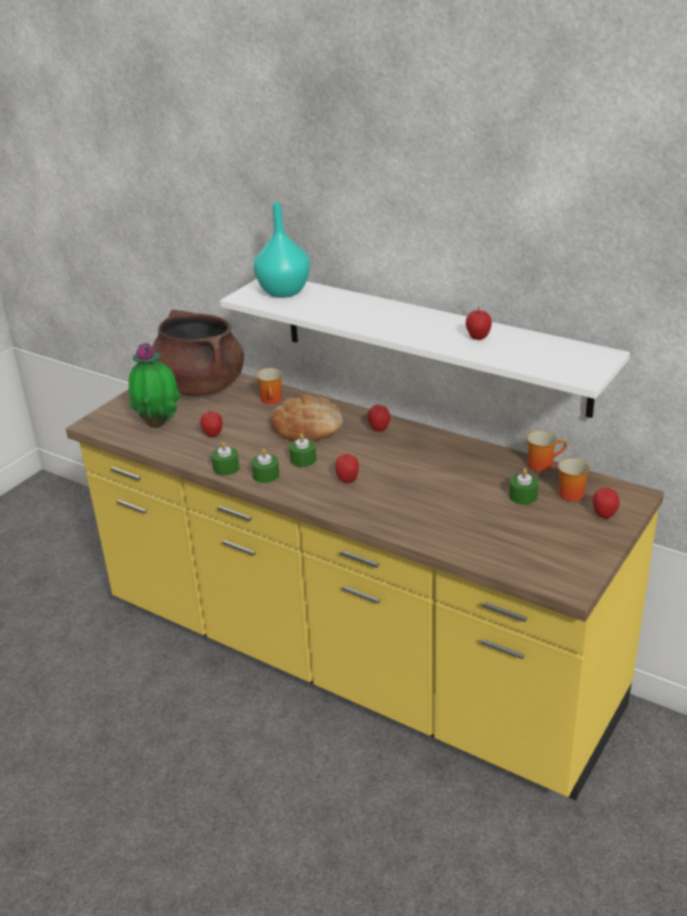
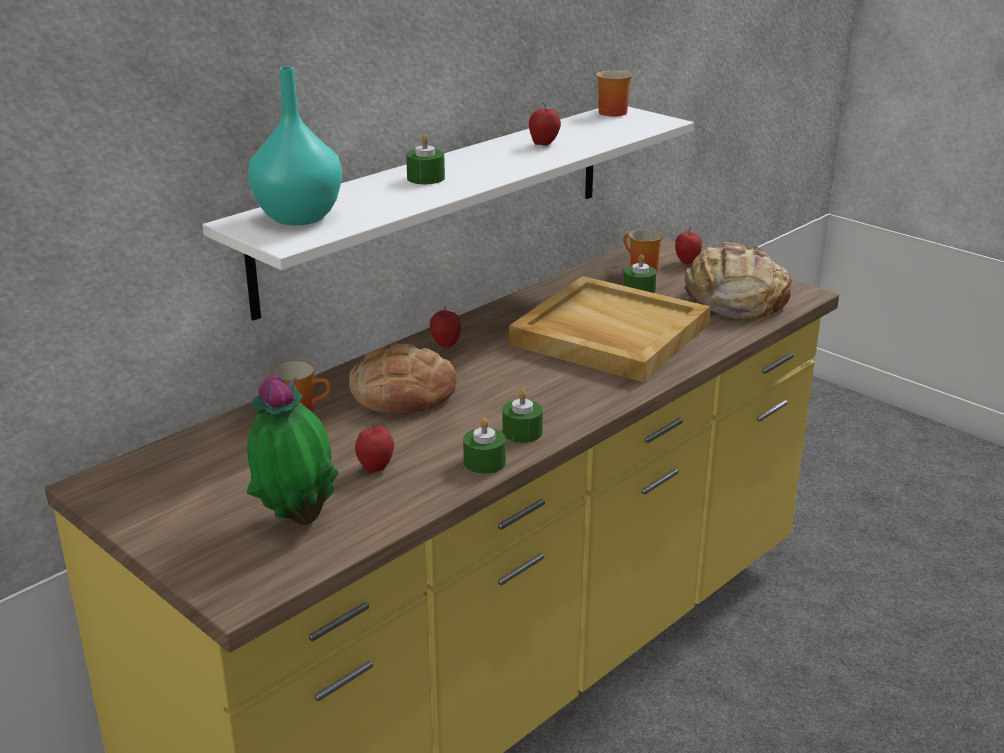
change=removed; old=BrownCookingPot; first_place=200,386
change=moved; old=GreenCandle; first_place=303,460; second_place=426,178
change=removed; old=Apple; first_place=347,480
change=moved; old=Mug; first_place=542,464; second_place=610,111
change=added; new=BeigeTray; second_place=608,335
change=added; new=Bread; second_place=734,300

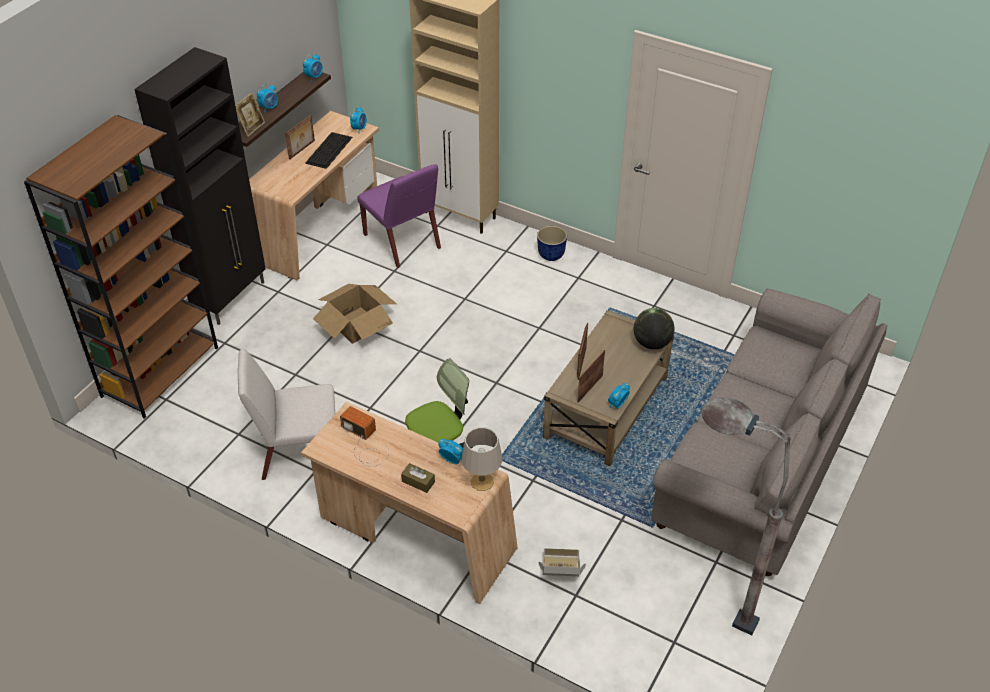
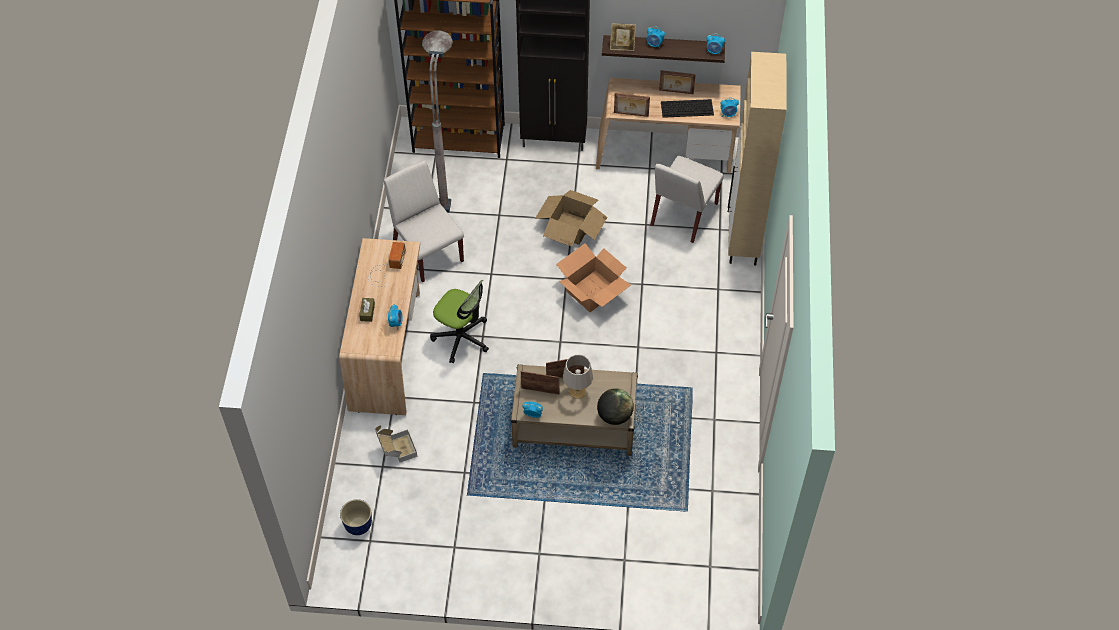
change=recoloured; old=PurpleChair; new=WhiteChair; first_place=402,242; second_place=683,215
change=moved; old=GreyTableLamp; first_place=481,481; second_place=577,390
change=moved; old=Planter; first_place=551,255; second_place=358,526
change=removed; old=GreySofa; first_place=760,461
change=moved; old=GreyFloorLamp; first_place=705,604; second_place=448,184
change=added; new=CardboardBox; second_place=593,291
change=added; new=PictureFrame; second_place=631,115

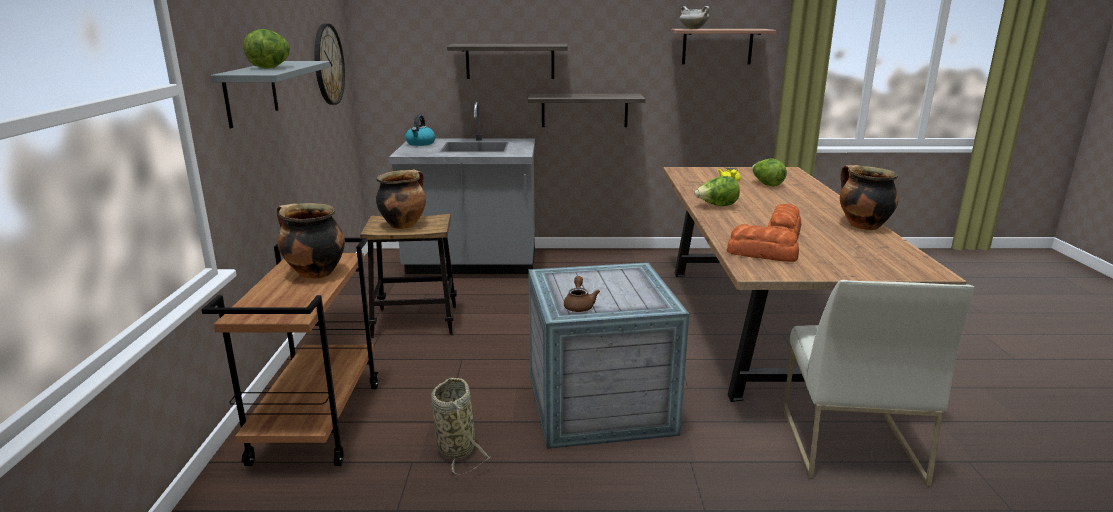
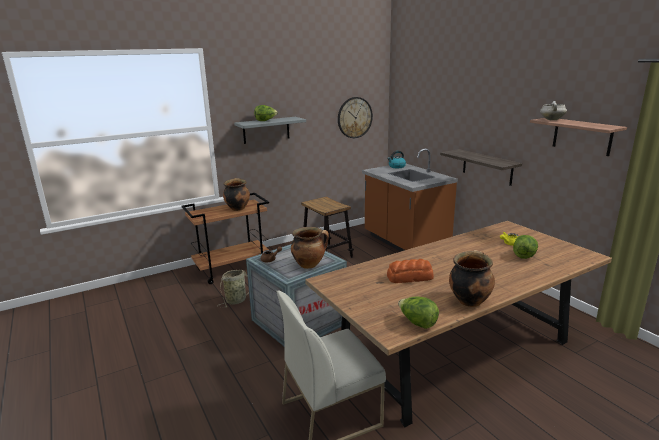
change=moved; old=CookingPot; first_place=403,225; second_place=309,265
change=recoloured; old=GreyCounter; new=BrownCounter; first_place=472,264; second_place=405,243
change=removed; old=Shelf; first_place=510,61
change=moved; old=Lettuce; first_place=717,206; second_place=417,323
change=removed; old=Bread; first_place=762,254

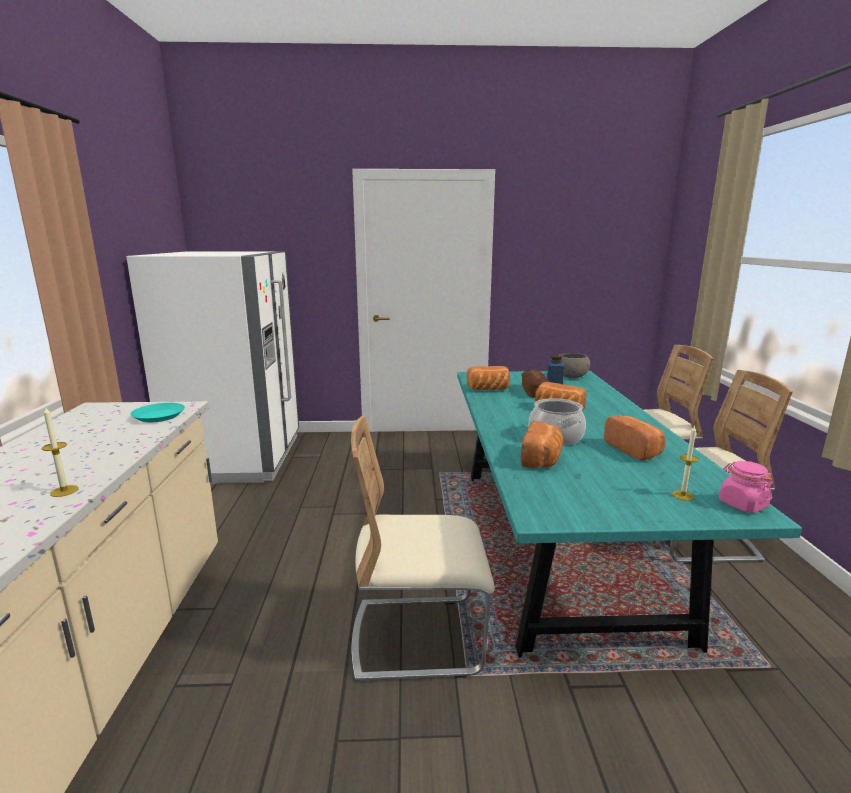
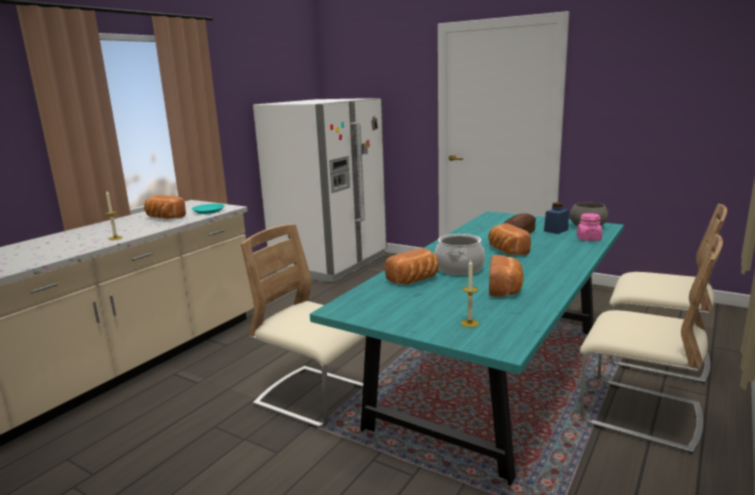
change=moved; old=Bread; first_place=489,389; second_place=164,218
change=moved; old=PinkJar; first_place=742,504; second_place=588,239

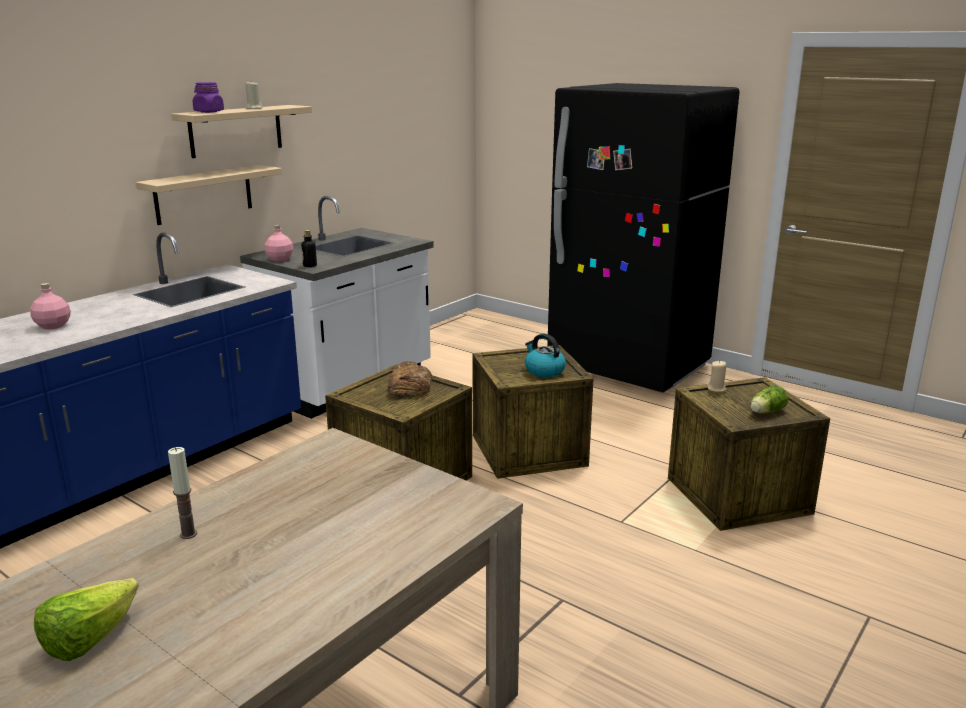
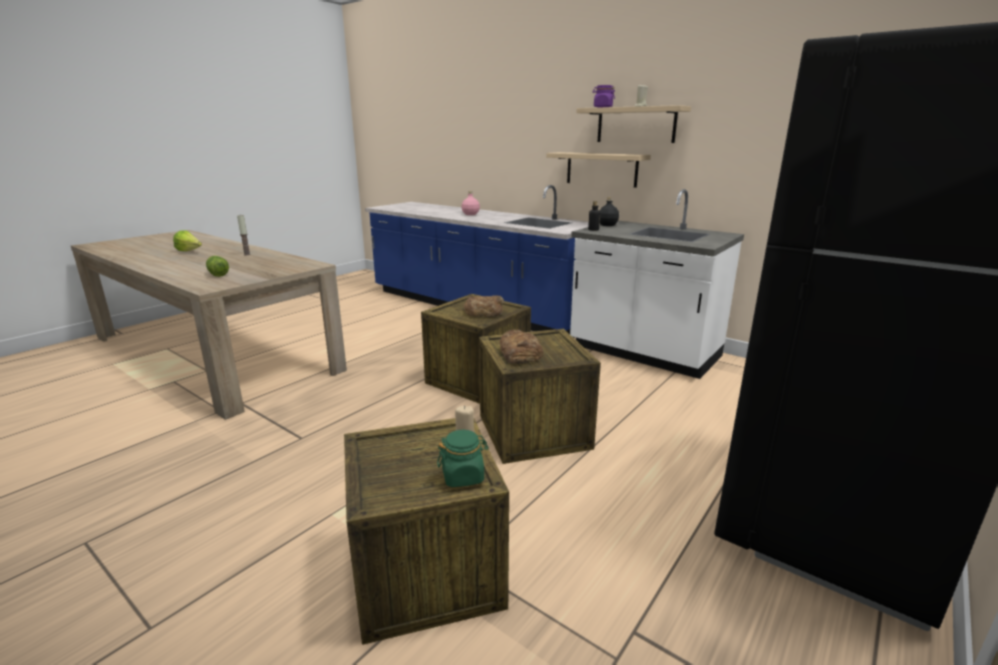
change=recoloured; old=PinkBottle; new=BlackBottle; first_place=280,259; second_place=608,225
change=replaced; old=Kettle; new=Bread; first_place=544,371; second_place=520,353
change=moved; old=Lettuce; first_place=765,412; second_place=218,274
change=added; new=GreenJar; second_place=463,476

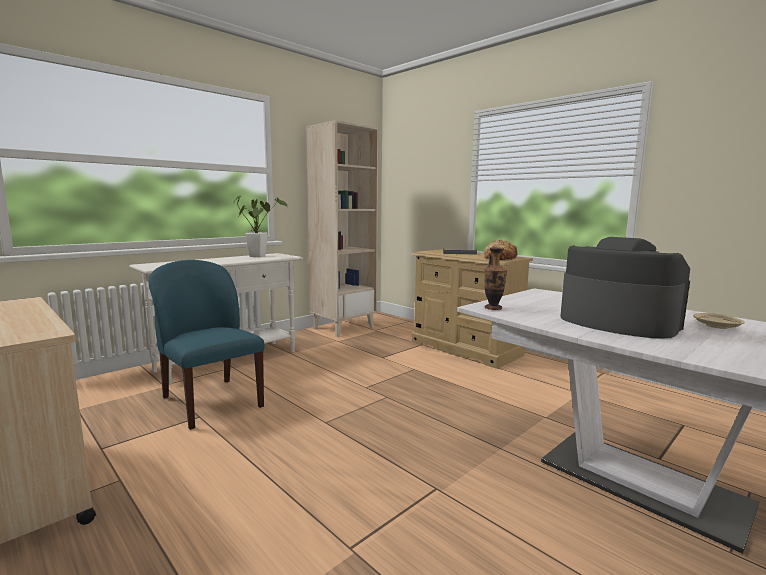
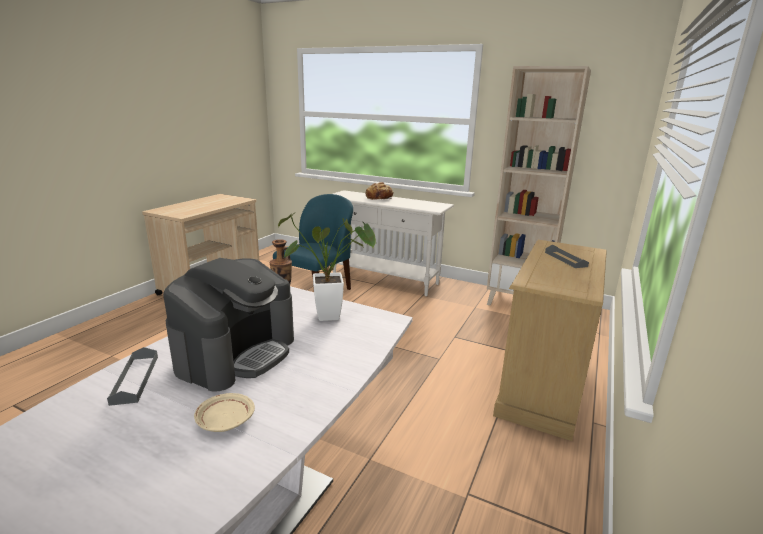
change=moved; old=PottedPlant; first_place=259,256; second_place=335,316
change=moved; old=Bread; first_place=500,258; second_place=379,198
change=added; new=GreyTray; second_place=135,379

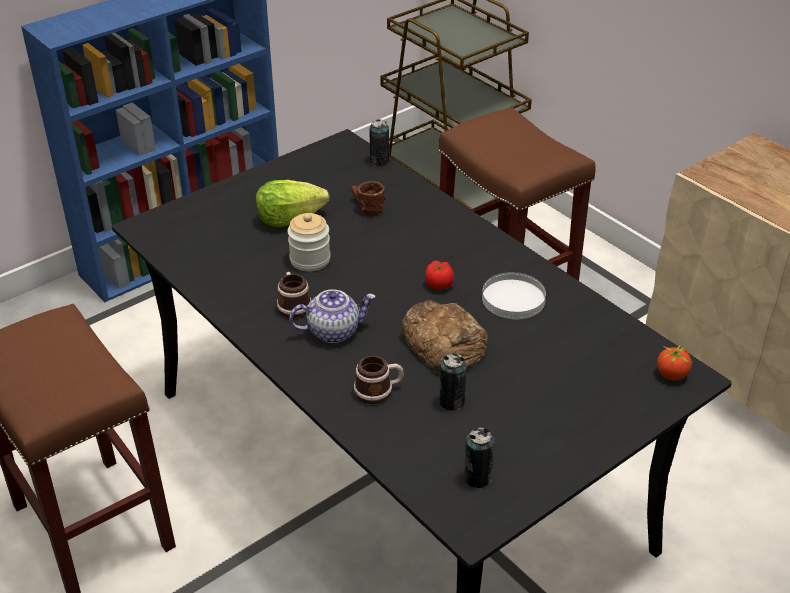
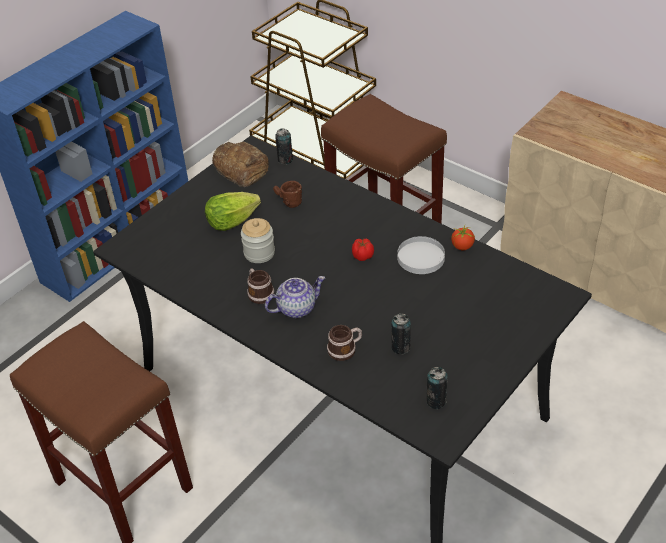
change=moved; old=Bread; first_place=444,344; second_place=241,169
change=moved; old=Tomato; first_place=671,375; second_place=462,246

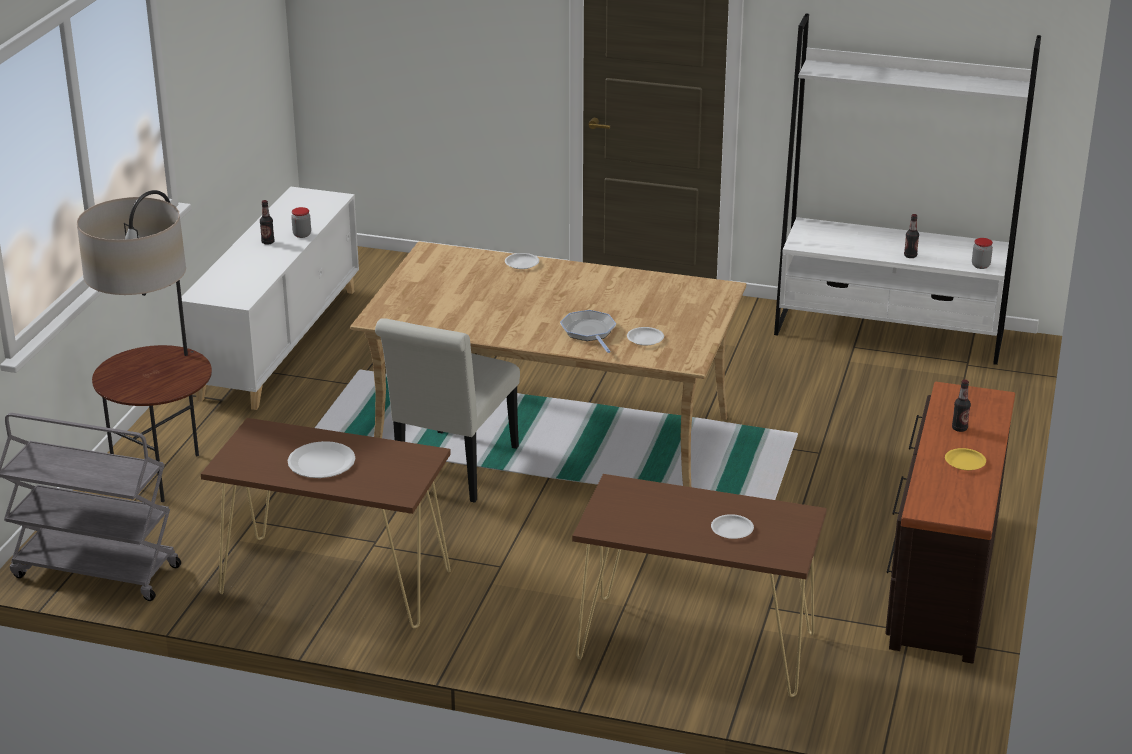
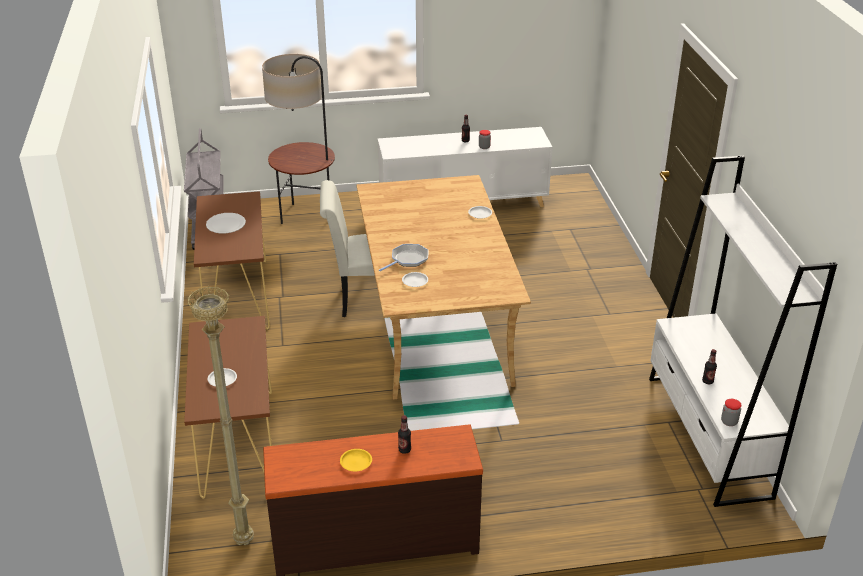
change=added; new=BeigeFloorLamp; second_place=245,542

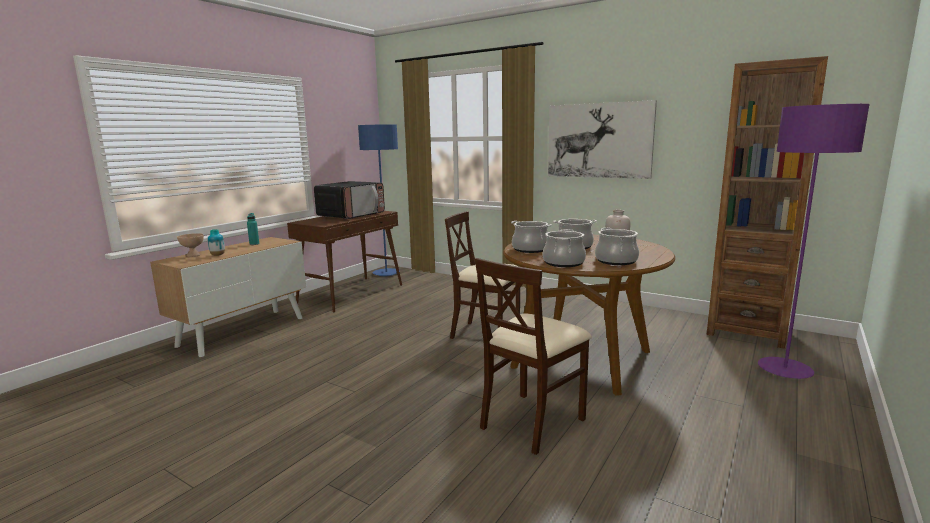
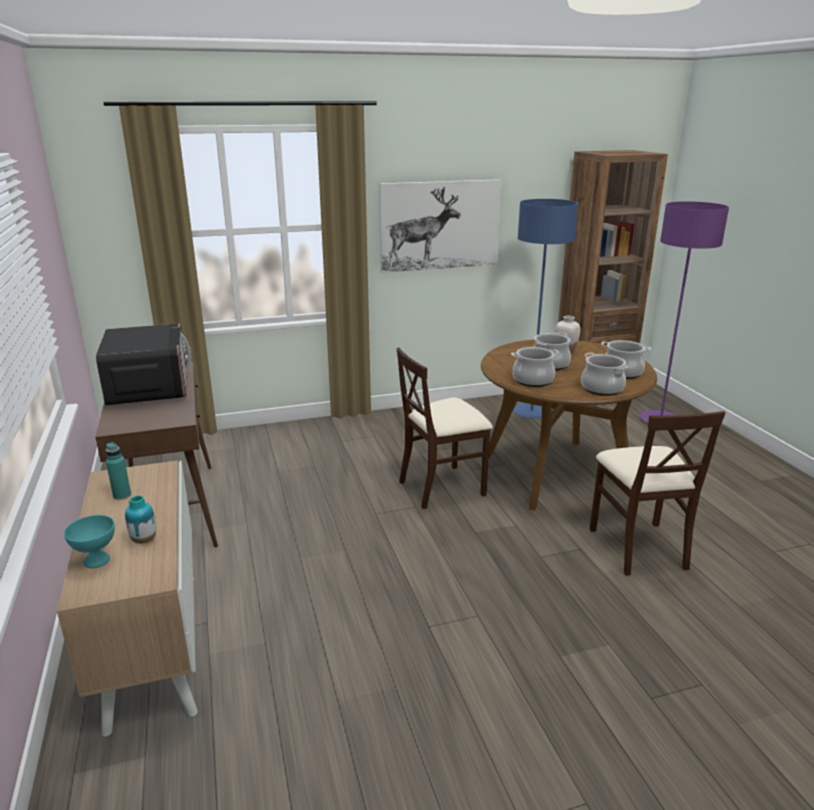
change=recoloured; old=BeigeBowl; new=TurquoiseBowl; first_place=193,255; second_place=97,561
change=moved; old=BlueFloorLamp; first_place=386,273; second_place=531,412

